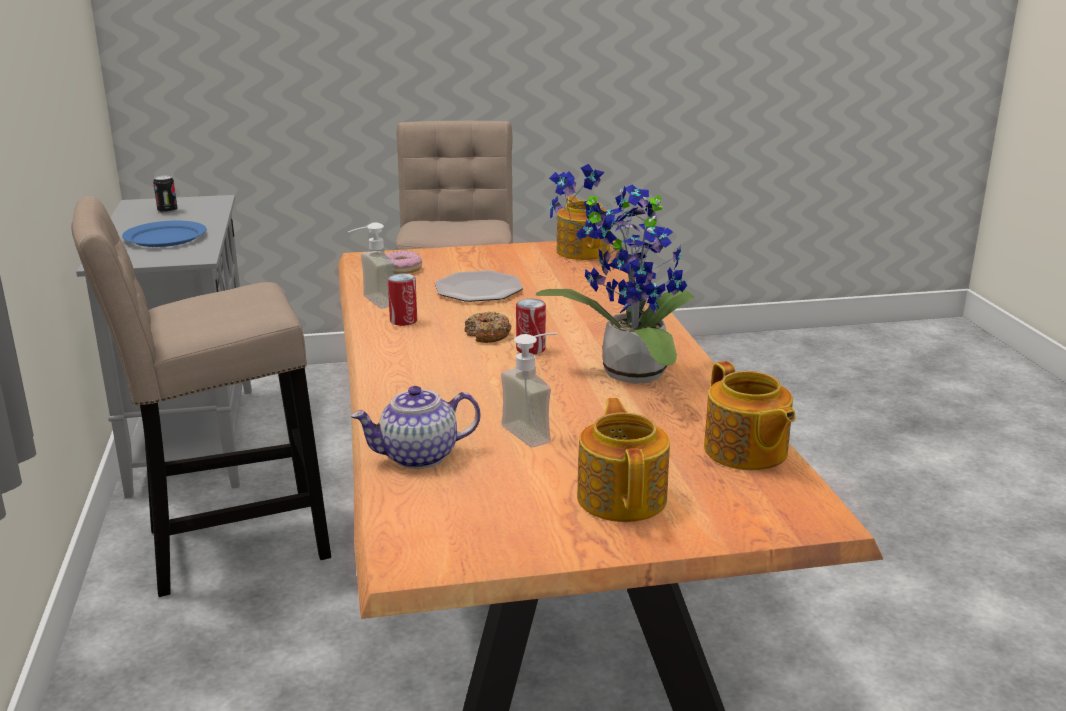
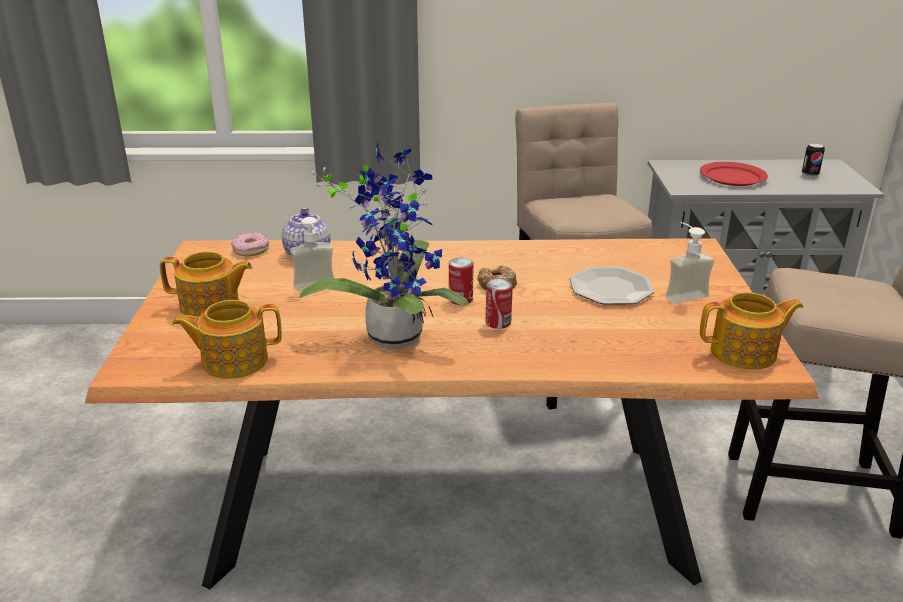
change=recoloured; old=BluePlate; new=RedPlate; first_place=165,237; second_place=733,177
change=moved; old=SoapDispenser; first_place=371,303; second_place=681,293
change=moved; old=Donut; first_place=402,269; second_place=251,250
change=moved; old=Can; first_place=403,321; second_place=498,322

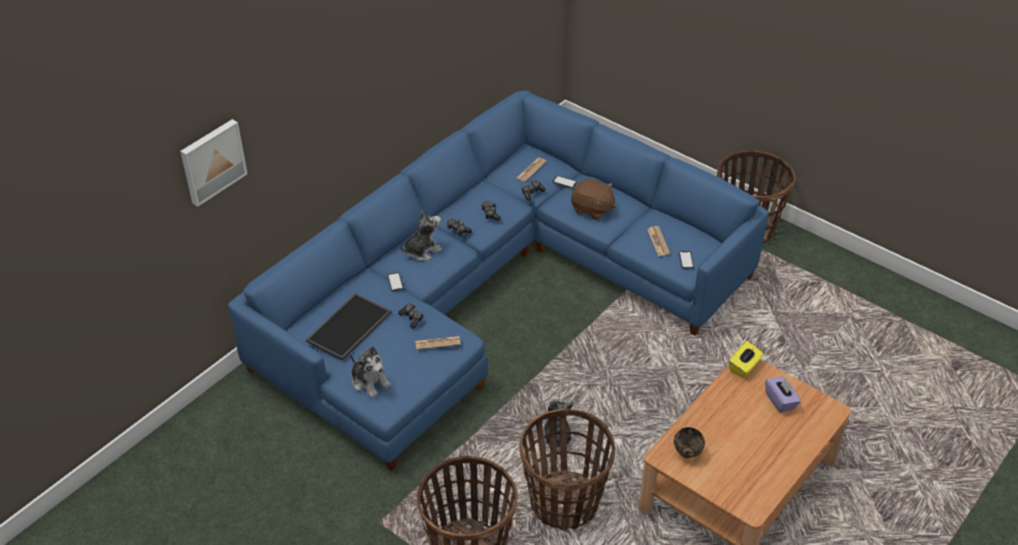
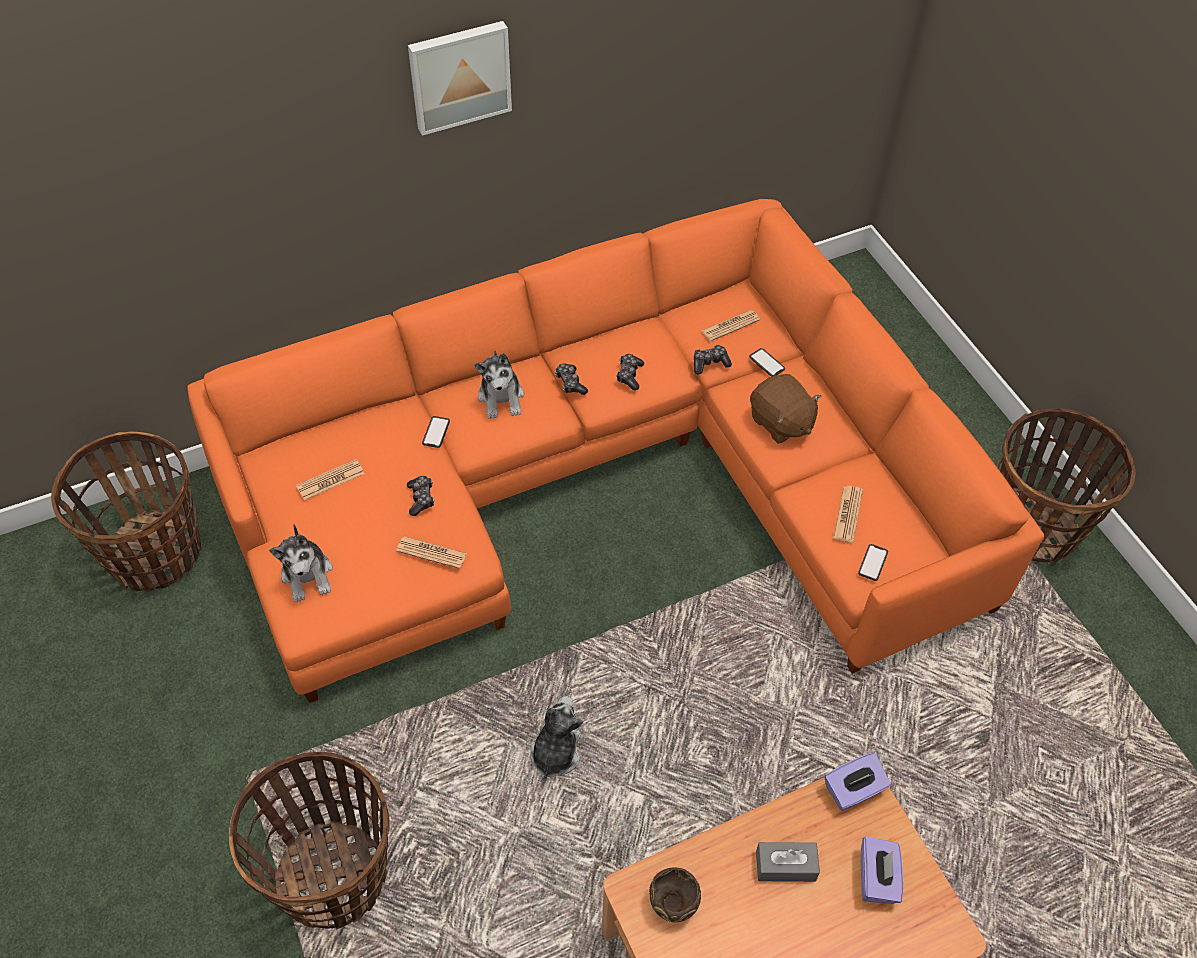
change=moved; old=Picture; first_place=212,161; second_place=459,75
change=recoloured; old=BlueSofa; new=OrangeSofa; first_place=491,291; second_place=603,481
change=replaced; old=Tray; new=Newspaper; first_place=349,328; second_place=330,480
change=turned; old=PlushToy; first_place=422,251; second_place=501,397; degrees=90
change=moved; old=Basket; first_place=564,502; second_place=155,554
change=recoloured; old=YellowTissueBox; new=PurpleTissueBox; first_place=744,367; second_place=853,791
change=added; new=GreyTissueBox; second_place=785,866

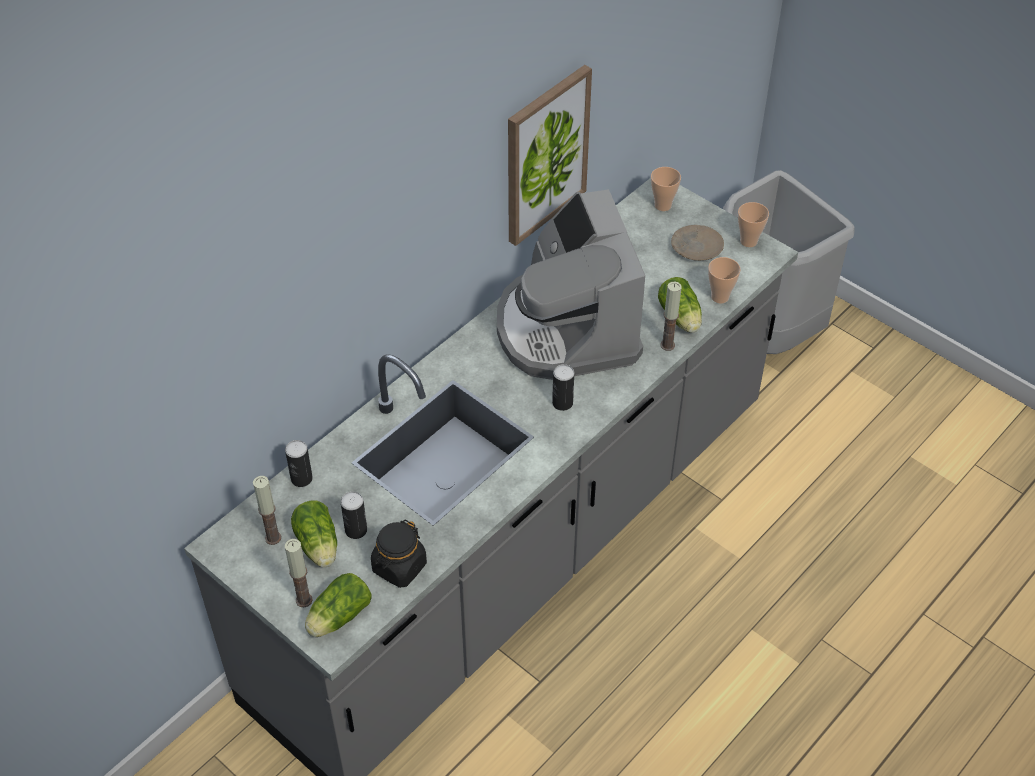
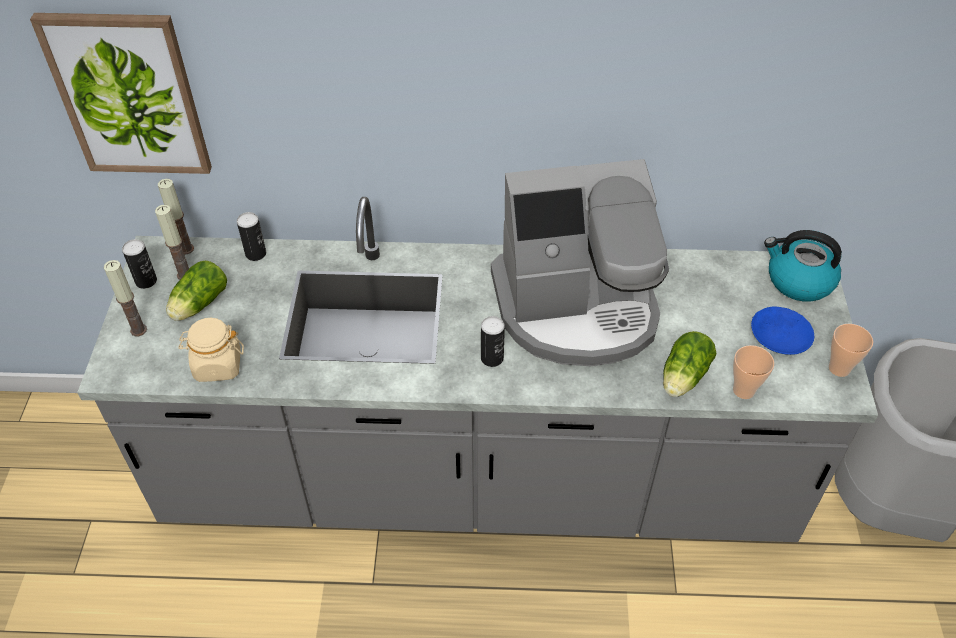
change=removed; old=Lettuce; first_place=337,618
change=moved; old=Can; first_place=356,530; second_place=146,281
change=recoloured; old=BlackJar; new=BeigeJar; first_place=399,567; second_place=217,365
change=turned; old=CoffeeMachine; first_place=566,329; second_place=577,308; degrees=-135
change=moved; old=Picture; first_place=545,155; second_place=129,95
change=replaced; old=Cup; new=Kettle; first_place=663,205; second_place=798,281
change=moved; old=Candle; first_place=667,345; second_place=186,249
change=recoloured; old=BeigePlate; new=BluePlate; first_place=696,248; second_place=779,335

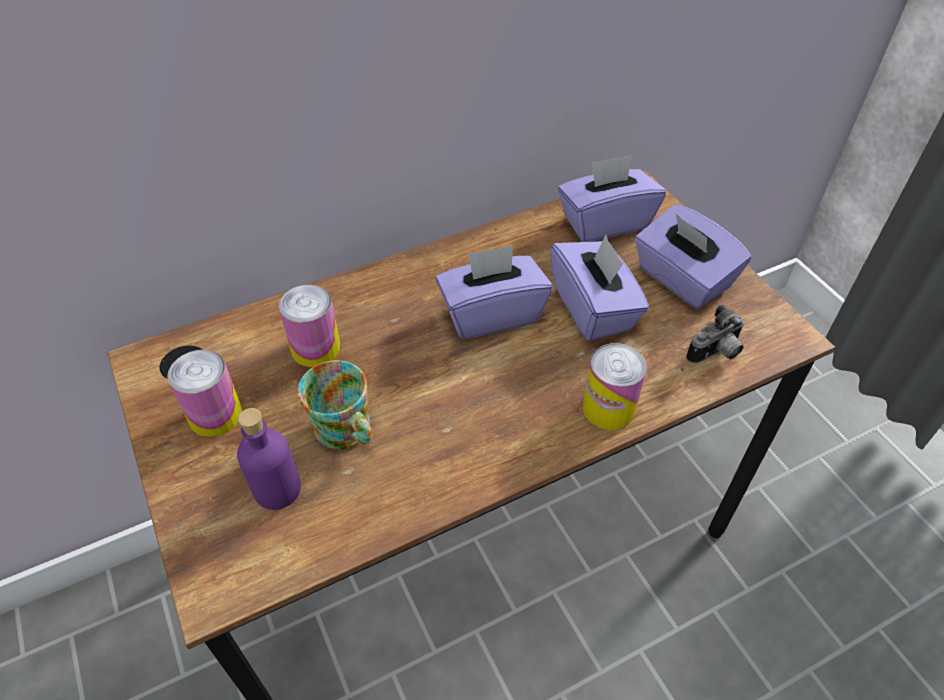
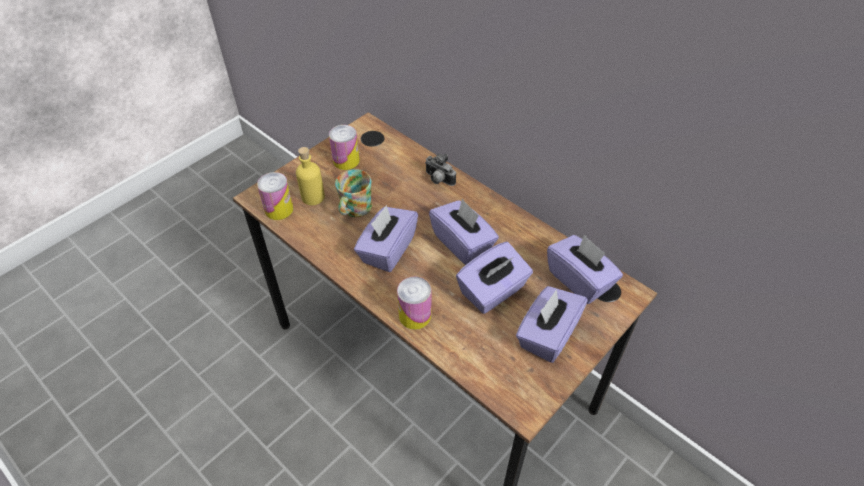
change=recoloured; old=PurpleBottle; new=YellowBottle; first_place=277,489; second_place=313,197
change=moved; old=Can; first_place=315,348; second_place=279,209
change=moved; old=PhotoCamera; first_place=716,354; second_place=438,180
change=added; new=PurpleTissueBox; second_place=387,250

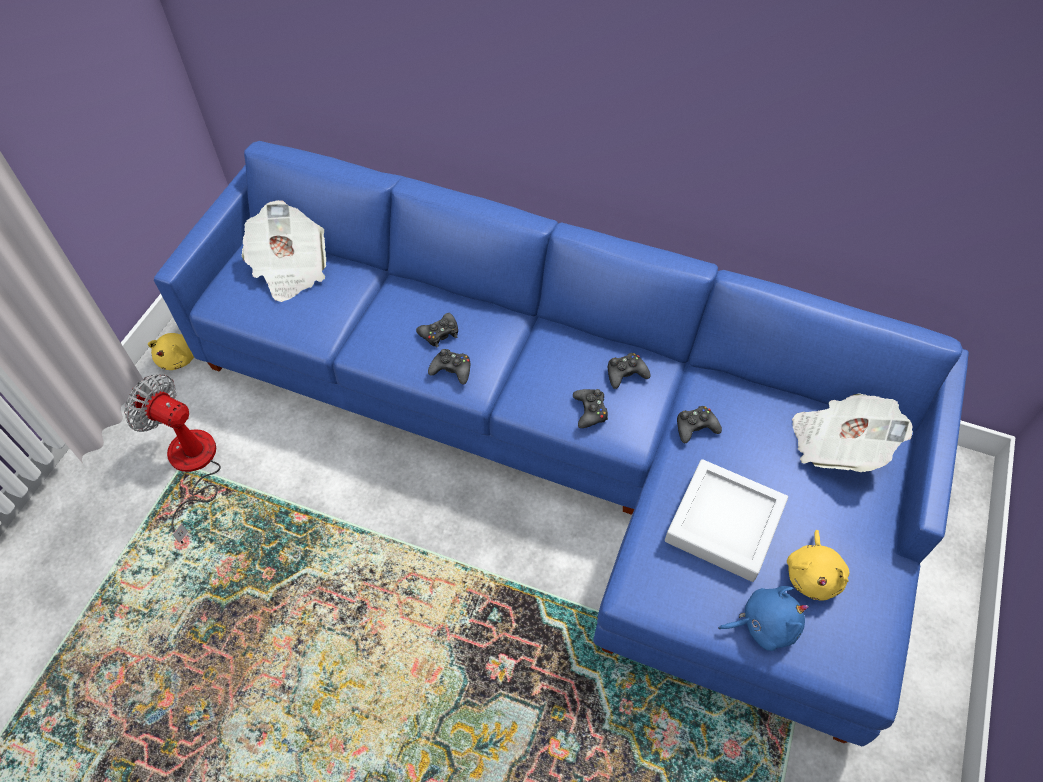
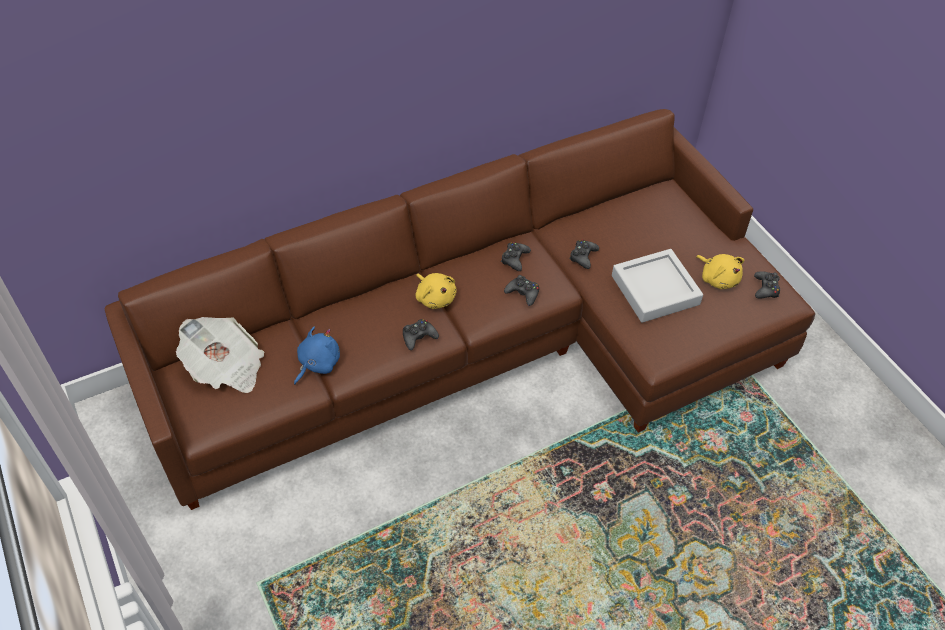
change=removed; old=Fan; first_place=191,467
change=moved; old=YellowPlushToy; first_place=179,357; second_place=435,297
change=recoloured; old=BlueSofa; new=BrownSofa; first_place=574,440; second_place=487,342
change=moved; old=BlackGameController; first_place=439,333; second_place=765,288
change=moved; old=BluePlushToy; first_place=764,624; second_place=317,364
change=removed; old=Newspaper; first_place=838,444

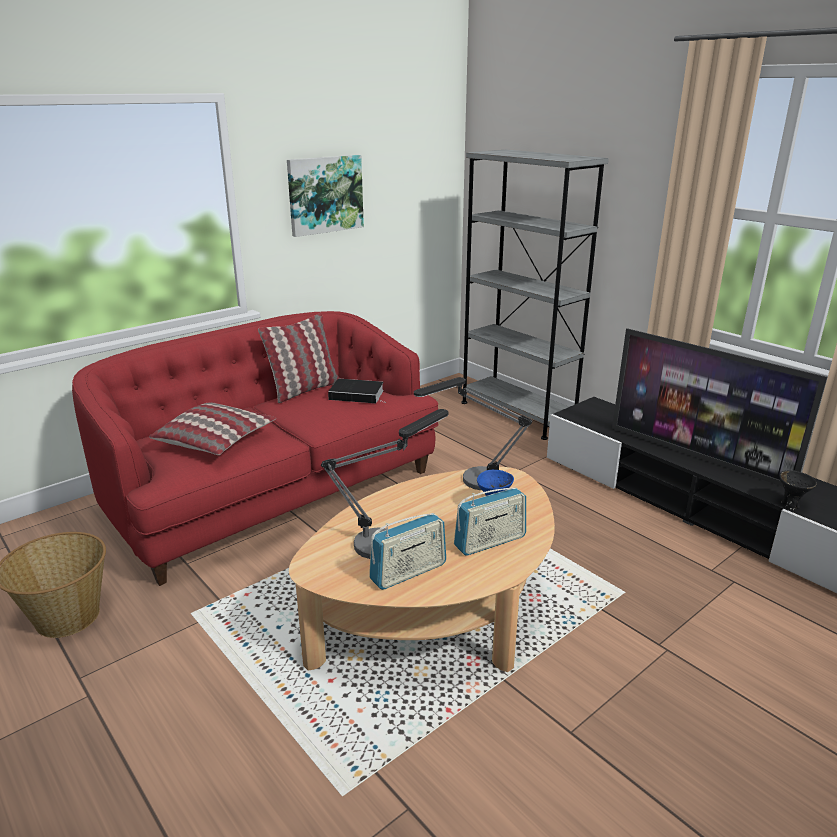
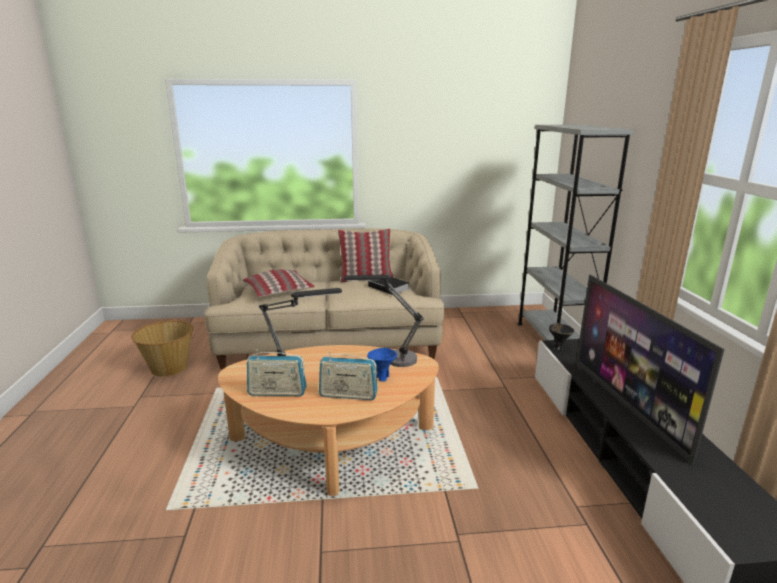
change=recoloured; old=RedSofa; new=BeigeSofa; first_place=273,493; second_place=330,342
change=removed; old=Picture; first_place=325,194
change=moved; old=BlackBowl; first_place=790,505; second_place=558,347

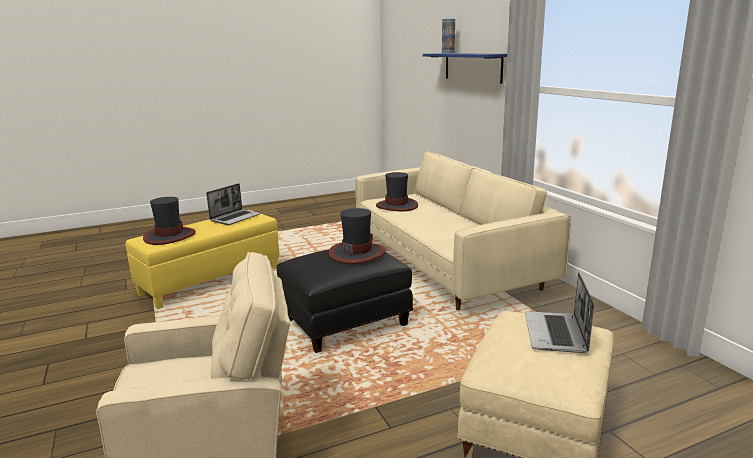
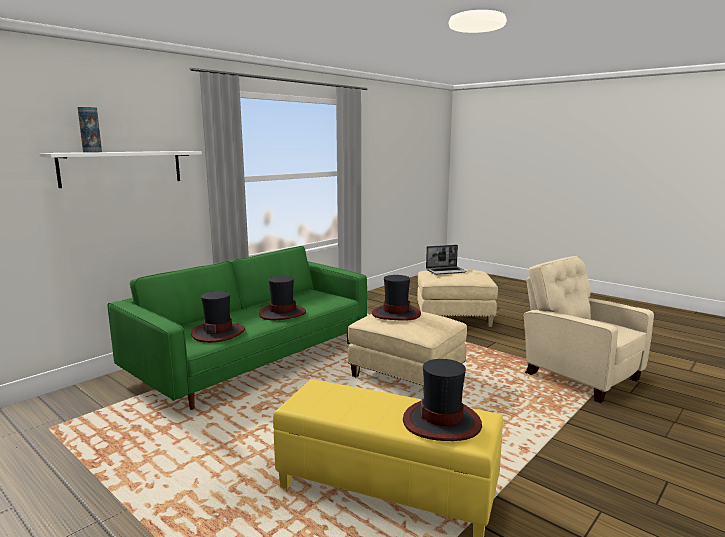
change=removed; old=Laptop; first_place=235,218
change=recoloured; old=BlackOttoman; new=BeigeOttoman; first_place=345,323; second_place=407,376
change=recoloured; old=BeigeSofa; new=GreenSofa; first_place=446,263; second_place=253,359
change=recoloured; old=BlueShelf; new=WhiteShelf; first_place=472,67; second_place=122,168
change=added; new=Hat; second_place=282,313

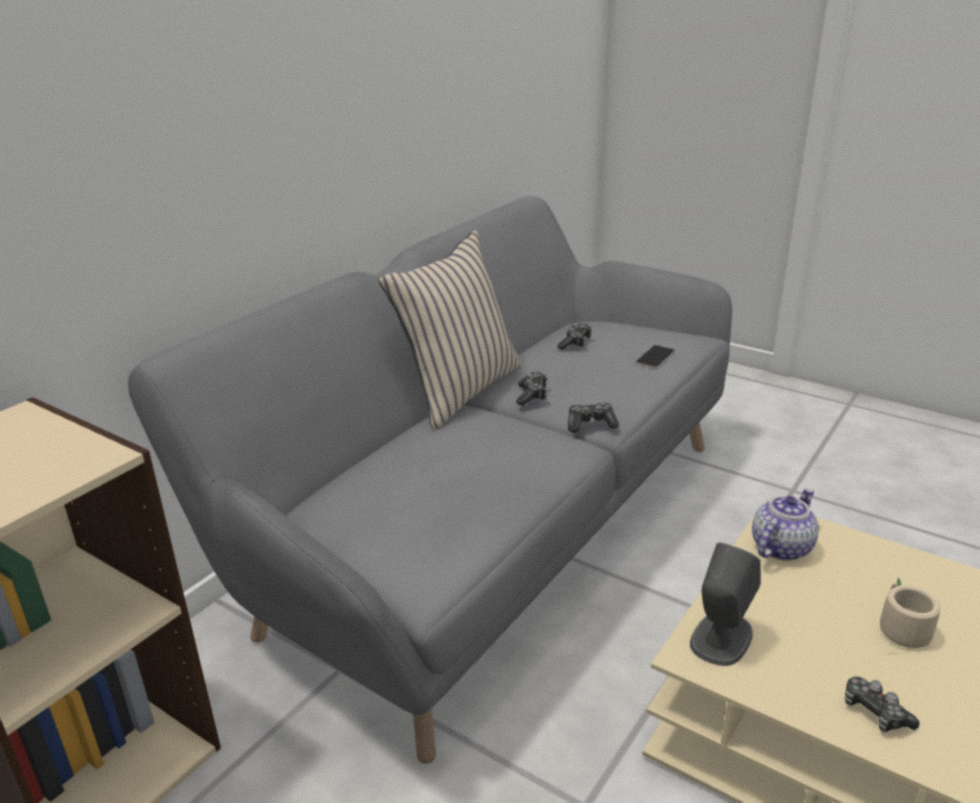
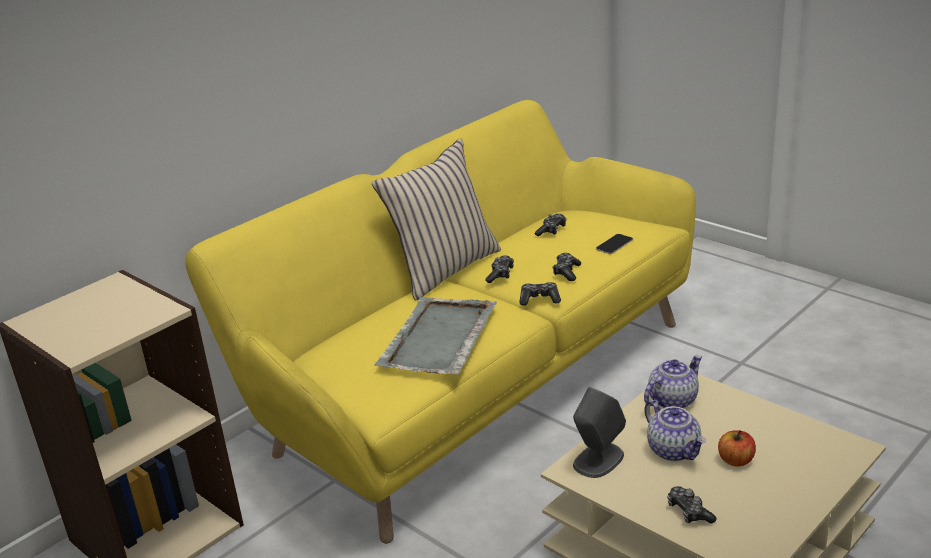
change=recoloured; old=GreySofa; new=YellowSofa; first_place=493,528; second_place=474,384
change=replaced; old=BeigeMug; new=Apple; first_place=898,629; second_place=736,460
change=added; new=GreyTray; second_place=438,340
change=added; new=GameController; second_place=566,272
change=added; new=Teapot; second_place=674,450

